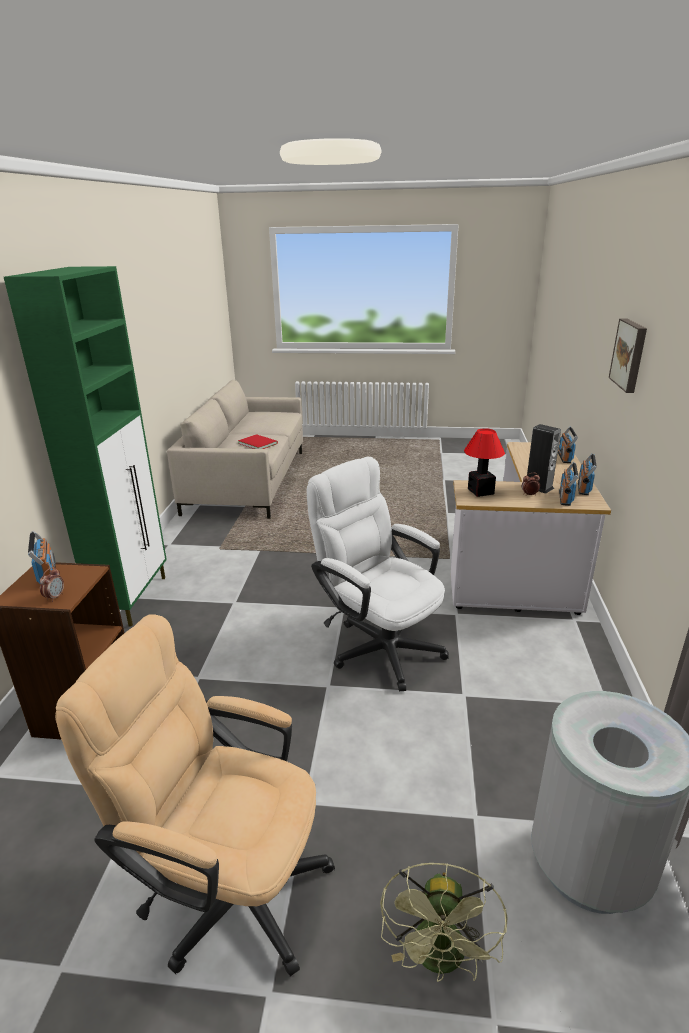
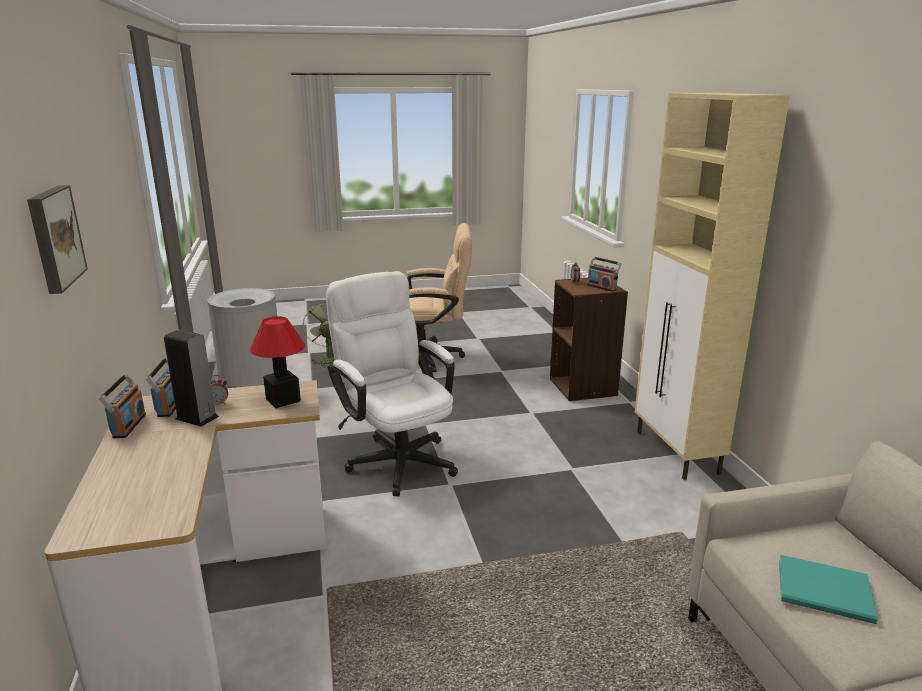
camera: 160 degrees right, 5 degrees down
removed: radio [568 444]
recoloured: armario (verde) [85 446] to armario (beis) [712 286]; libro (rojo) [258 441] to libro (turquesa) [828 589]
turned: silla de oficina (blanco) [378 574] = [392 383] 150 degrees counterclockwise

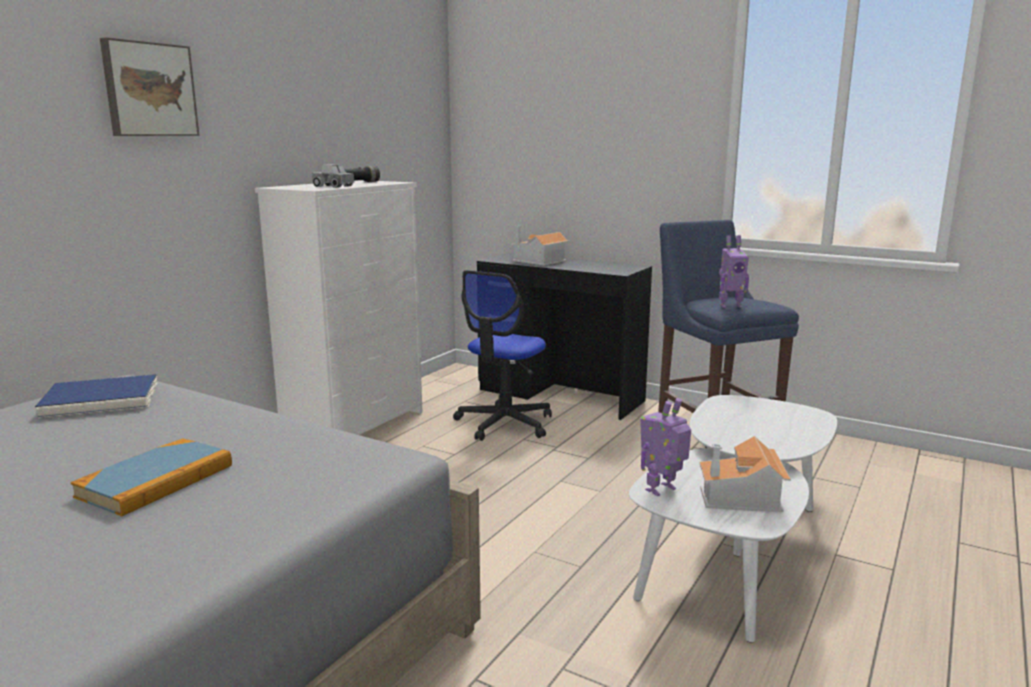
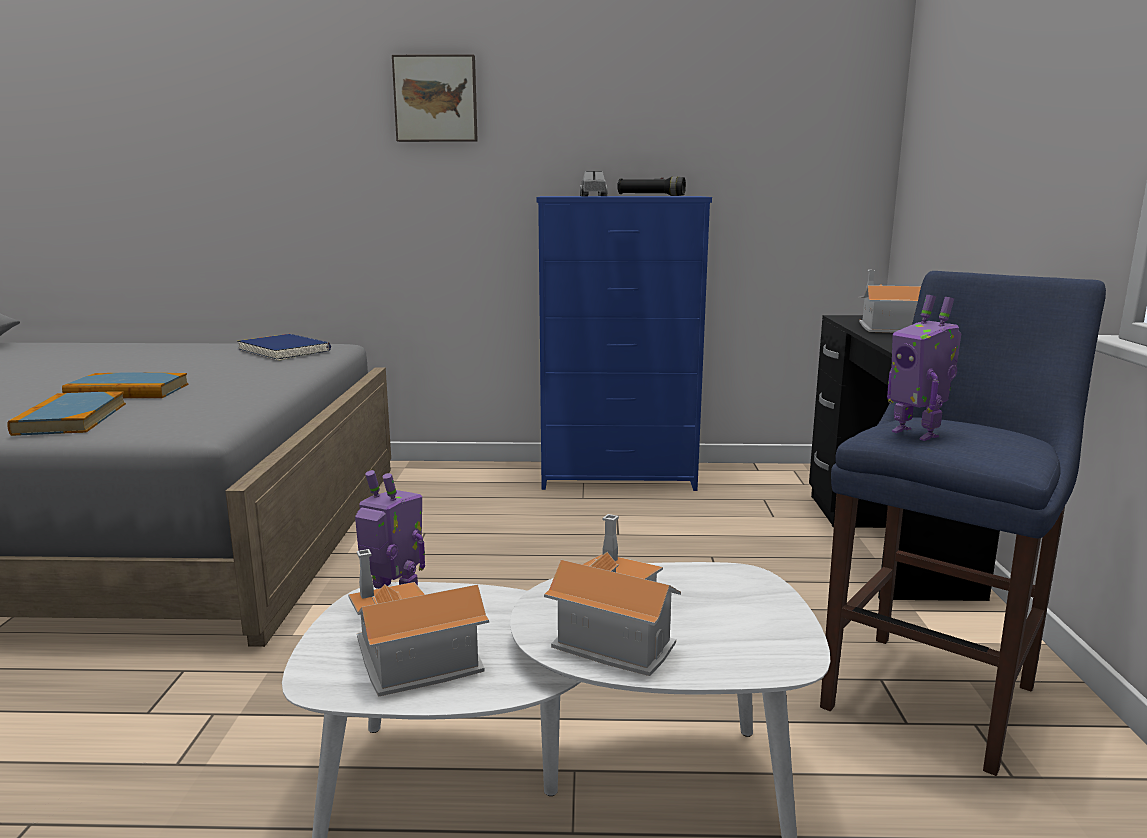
camera: 60 degrees right, 0 degrees up
removed: silla de oficina [502 355]
added: libro [66 413]; casita [612 595]
recoloured: cómoda (blanco) [339 307] to cómoda (azul) [624 343]

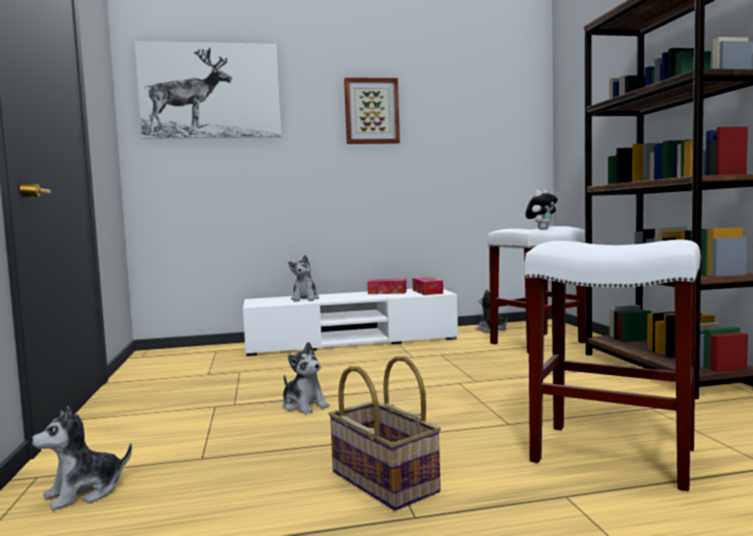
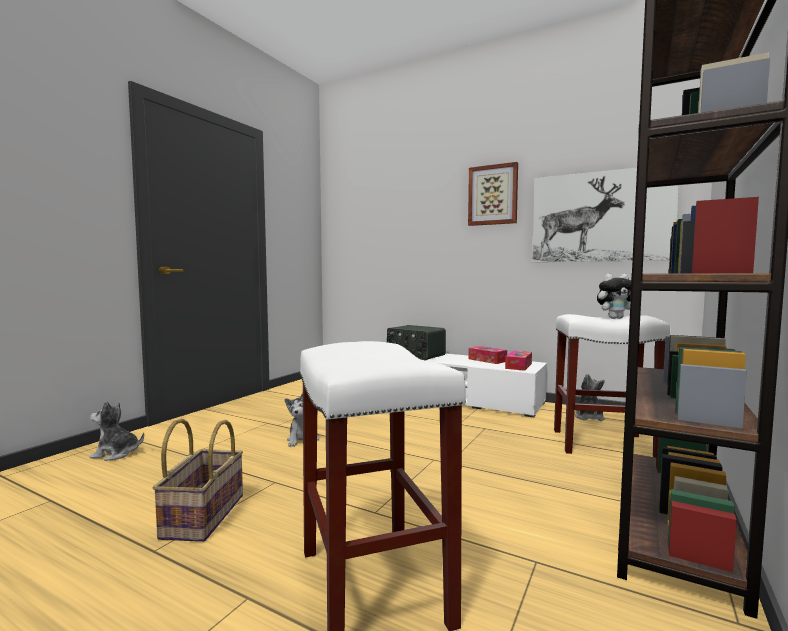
camera: 40 degrees right, 0 degrees up
moved: cuadro [208 90] to [605 215]
replaced: peluche [303 278] to radio [416 342]

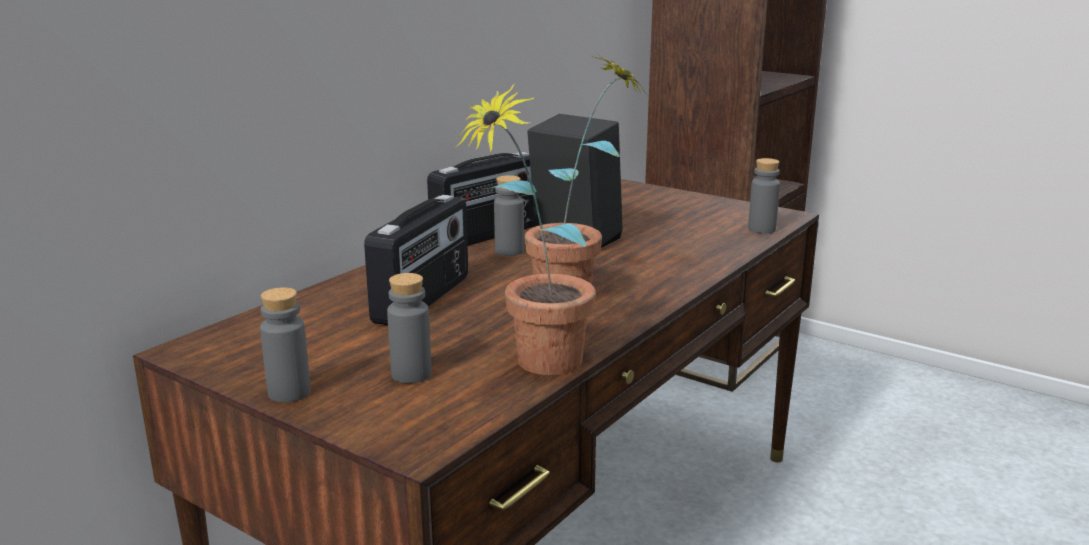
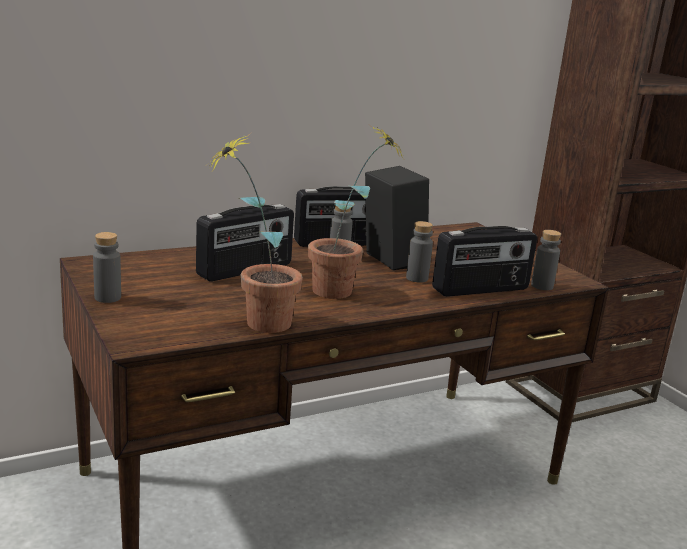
camera: 25 degrees right, 0 degrees up
added: radio [484 261]
moved: botella (gris) [409 328] to [419 252]

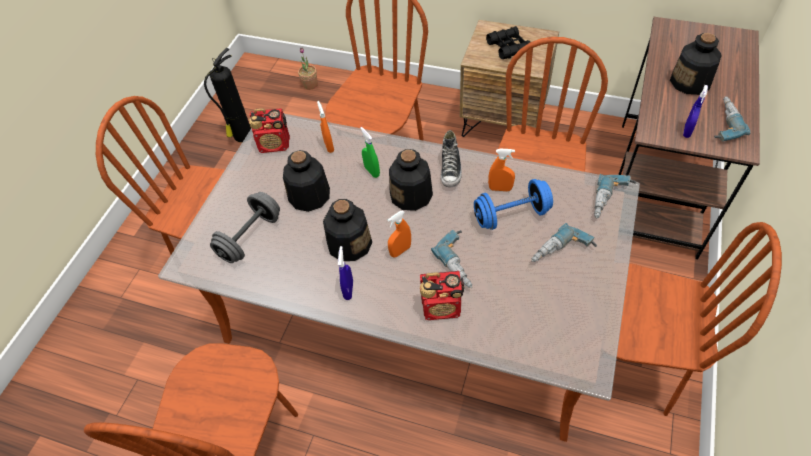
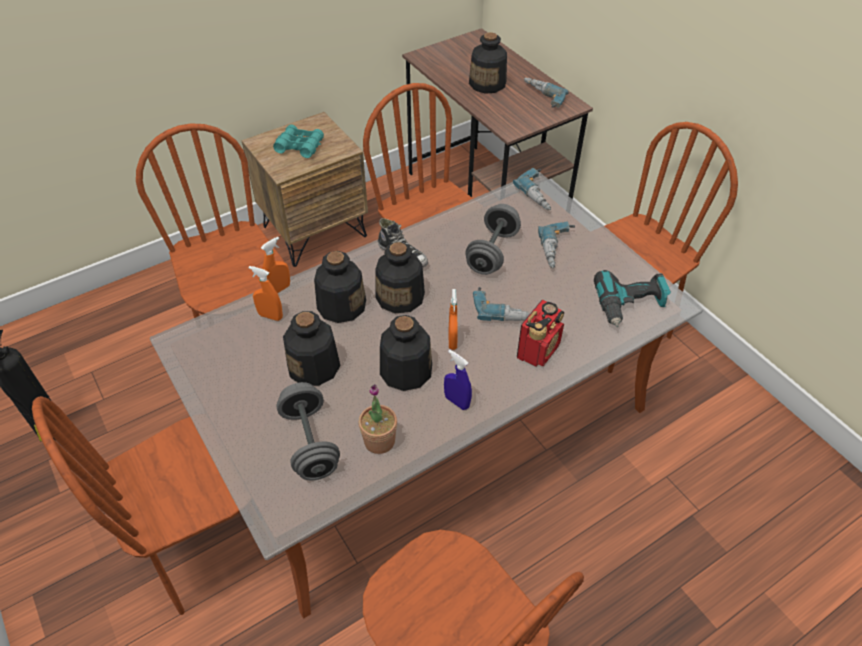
camera: 55 degrees left, 5 degrees down
removed: radio [269 130]; pulverizador (azul) [695 111]
added: taladro [632 299]
moved: planta en maceta [308 69] to [378 419]; pulverizador (naranja) [501 170] to [275 265]
replaced: pulverizador (verde) [370 152] to botella [340 287]
recoloured: mancuerna (azul) [513 204] to mancuerna (gris) [493 239]; prismáticos (negro) [508 42] to prismáticos (turquesa) [298 141]

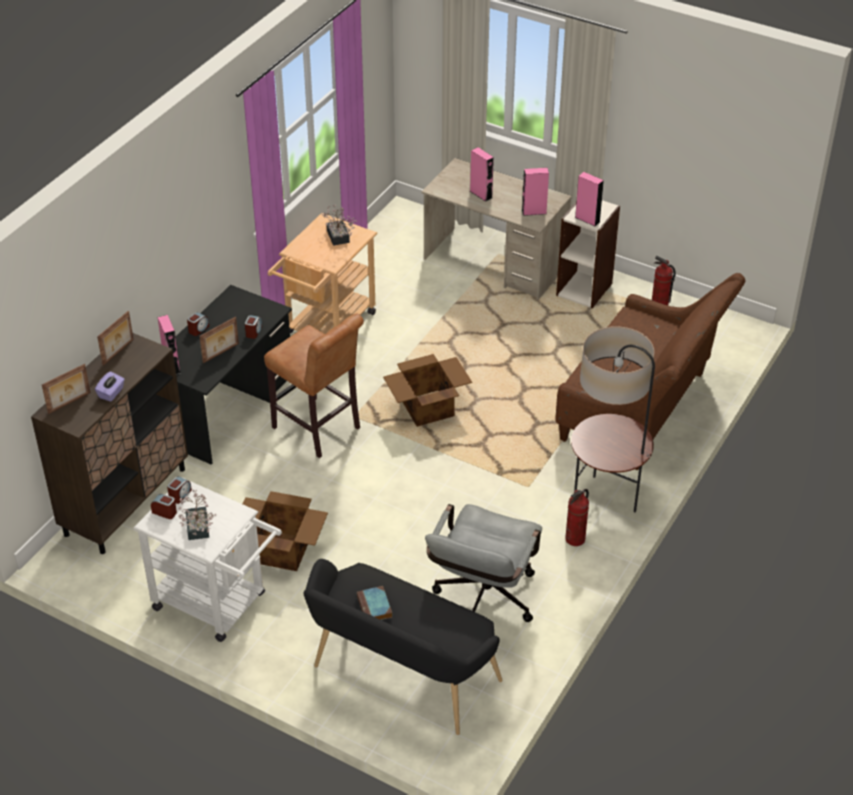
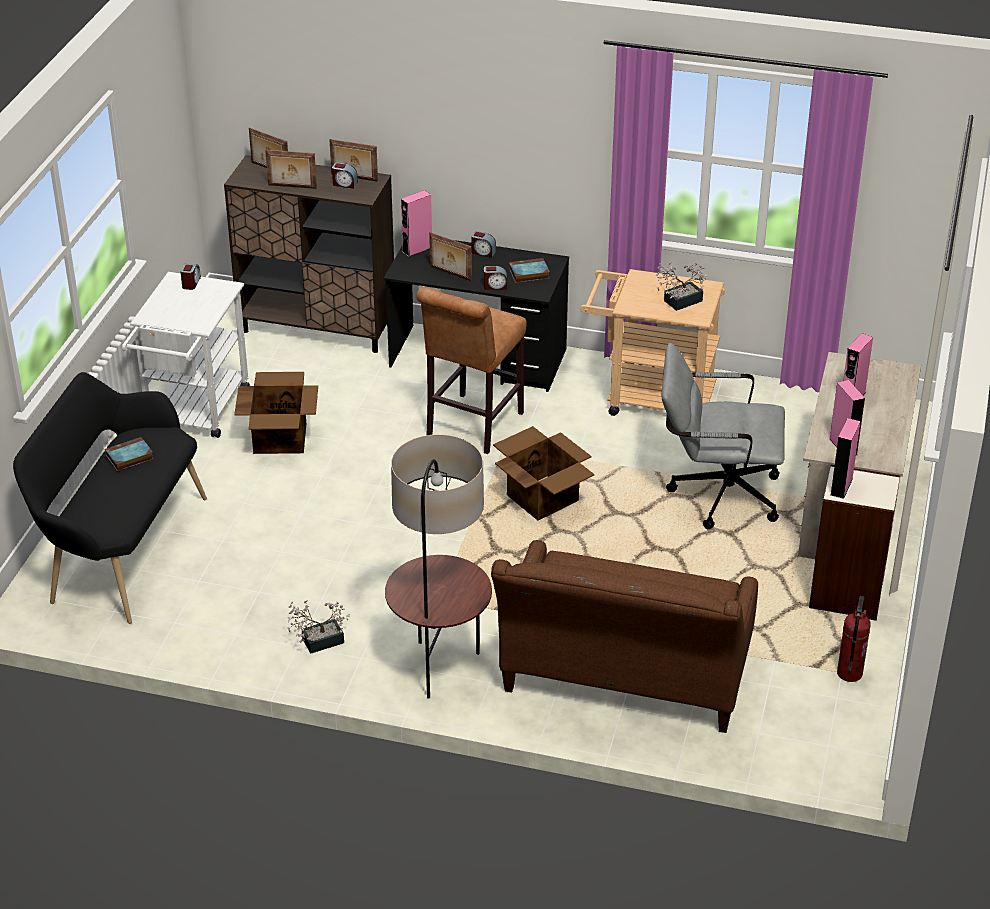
camera: 75 degrees right, 5 degrees down
removed: extintor [577 517]
added: libro [529 270]
moved: despertador [179 490] to [345 176]; planta en maceta [197 514] to [318 627]; silla de oficina (gris) [483 563] to [723 436]
replaced: caja de pañuelos (morado) [110 386] to portarretratos [291 169]

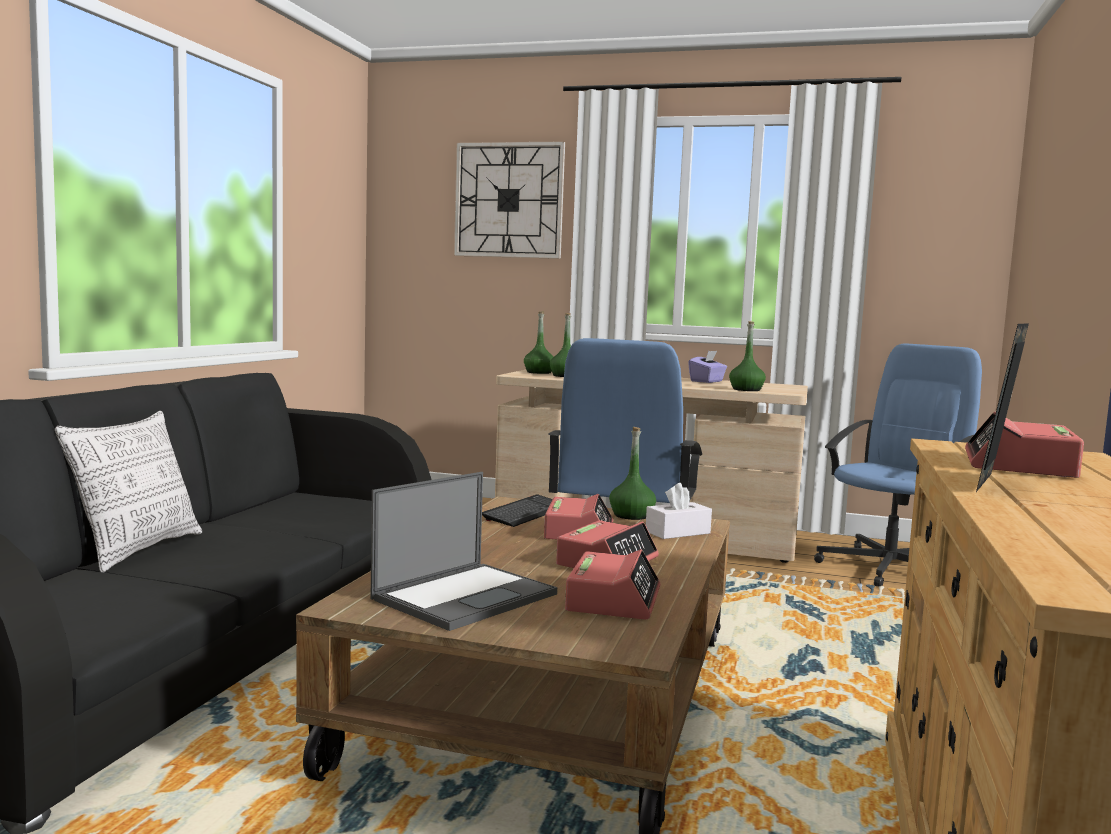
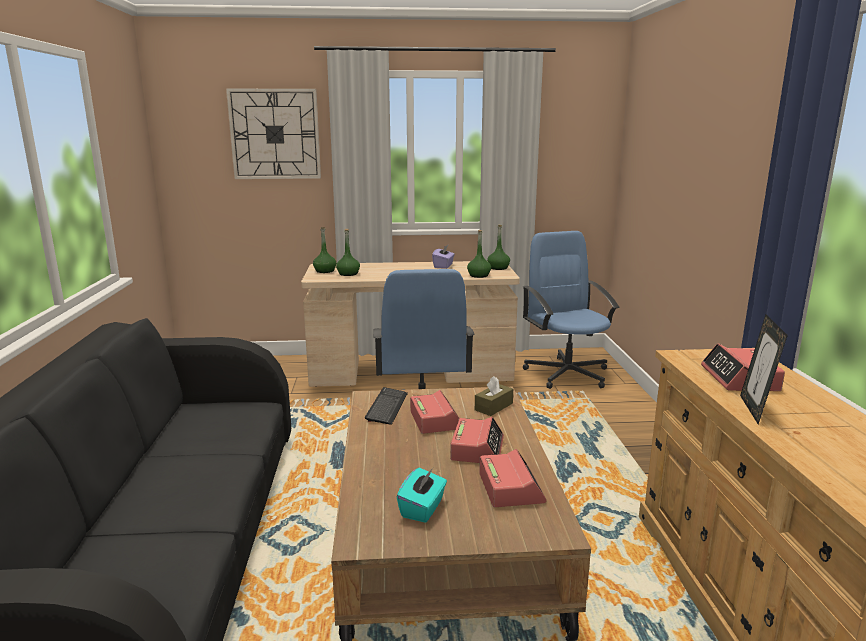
camera: 20 degrees left, 10 degrees up
removed: cojín [128 491]
moved: botella (verde) [632 473] to [498 247]
replaced: portátil [464 551] to caja de pañuelos (turquesa) [422 495]
recoloured: caja de pañuelos (blanco) [679 511] to caja de pañuelos (marrón) [494 396]
turned: silla de oficina (azul) [898 465] = [571 310] 45 degrees counterclockwise

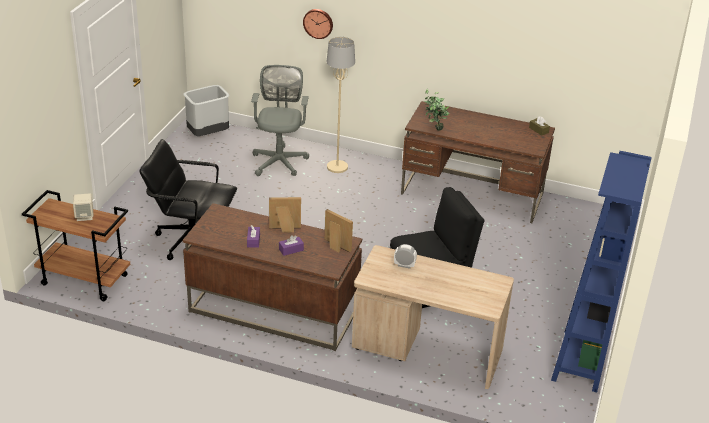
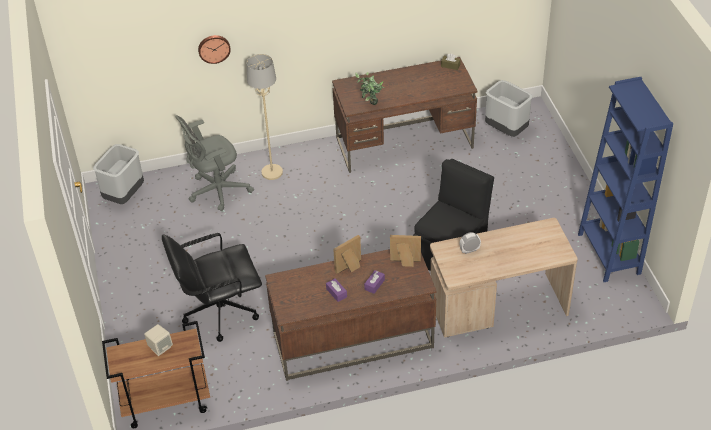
camera: 30 degrees left, 10 degrees up
added: papelera (gris) [509 108]
turned: silla de oficina (gris) [280 120] = [214 163] 90 degrees counterclockwise

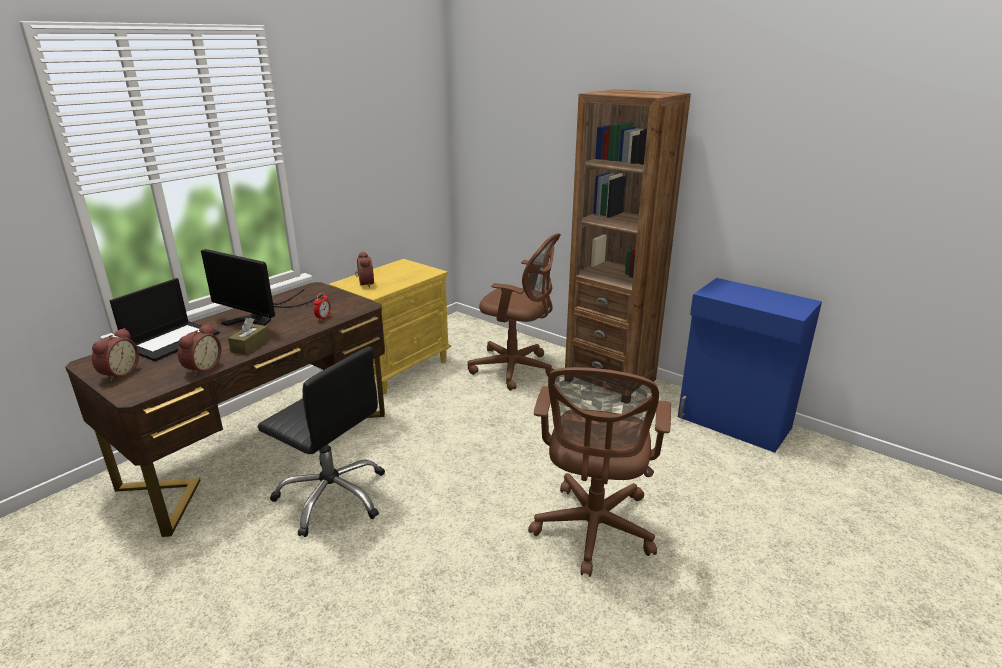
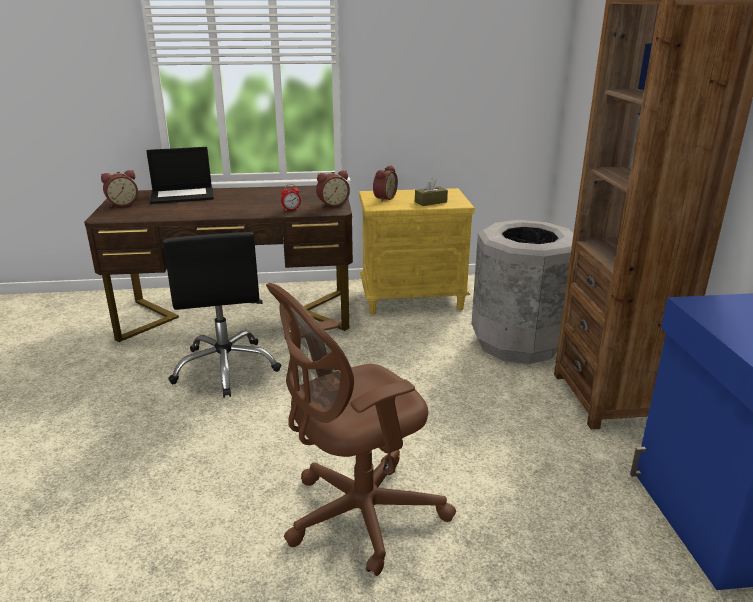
camera: 45 degrees right, 0 degrees up
removed: monitor [262 287]
moved: despertador [199 350] to [333 189]; caja de pañuelos (marrón) [248 336] to [431 192]
replaced: silla de oficina (marrón) [514 312] to papelera (gris) [522 292]

